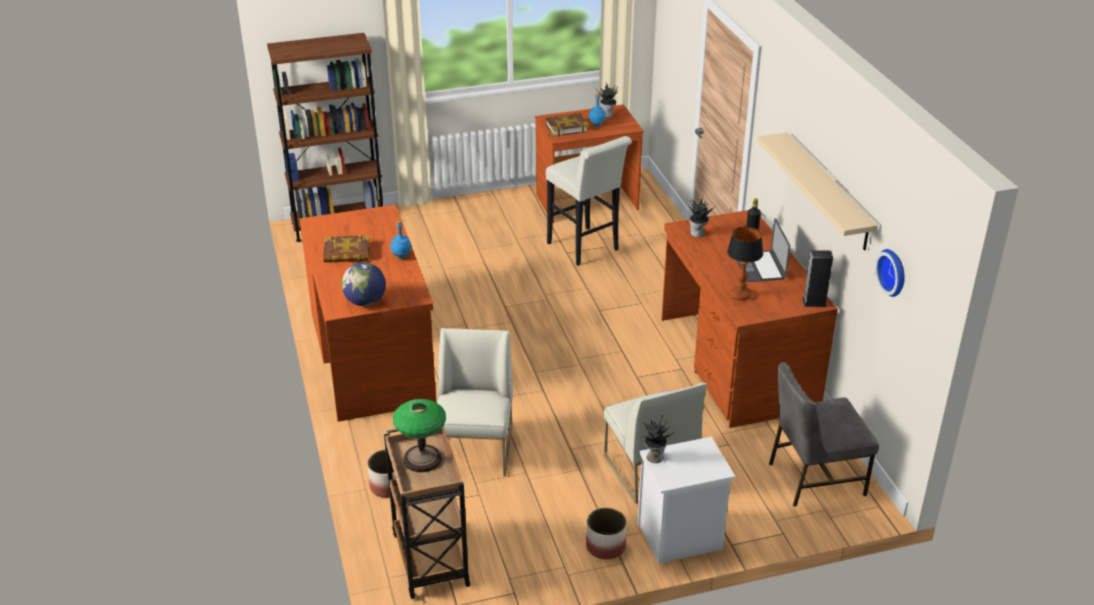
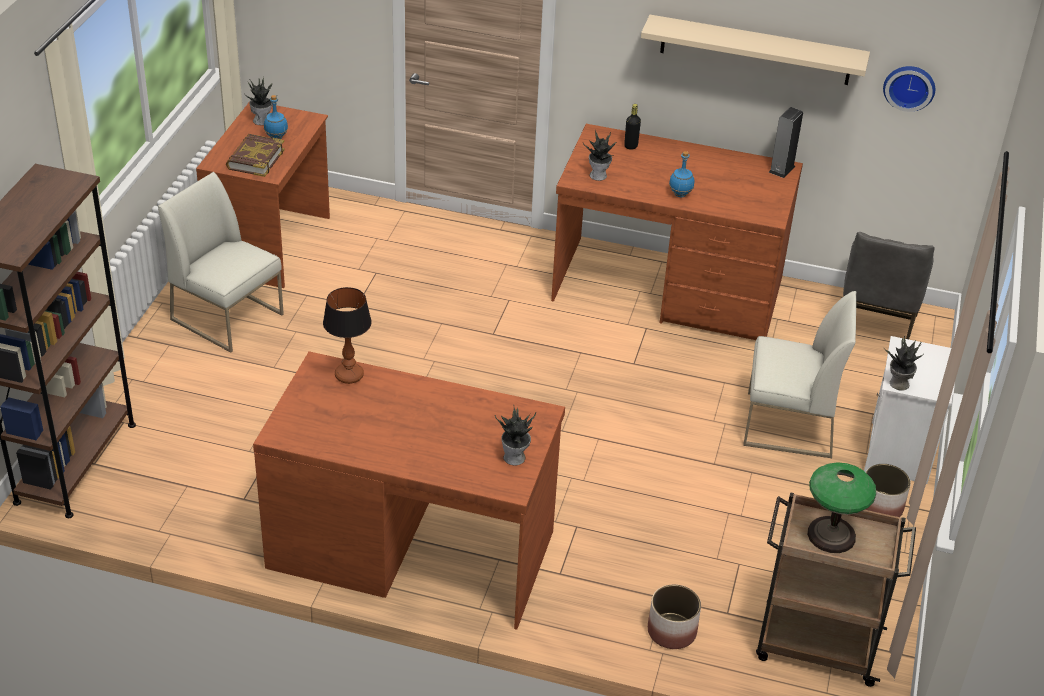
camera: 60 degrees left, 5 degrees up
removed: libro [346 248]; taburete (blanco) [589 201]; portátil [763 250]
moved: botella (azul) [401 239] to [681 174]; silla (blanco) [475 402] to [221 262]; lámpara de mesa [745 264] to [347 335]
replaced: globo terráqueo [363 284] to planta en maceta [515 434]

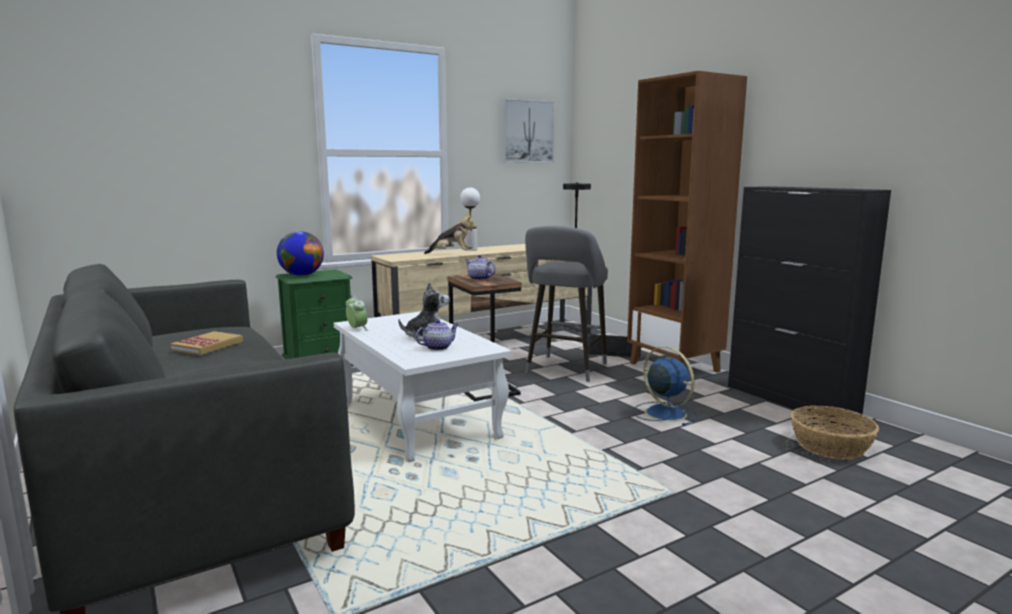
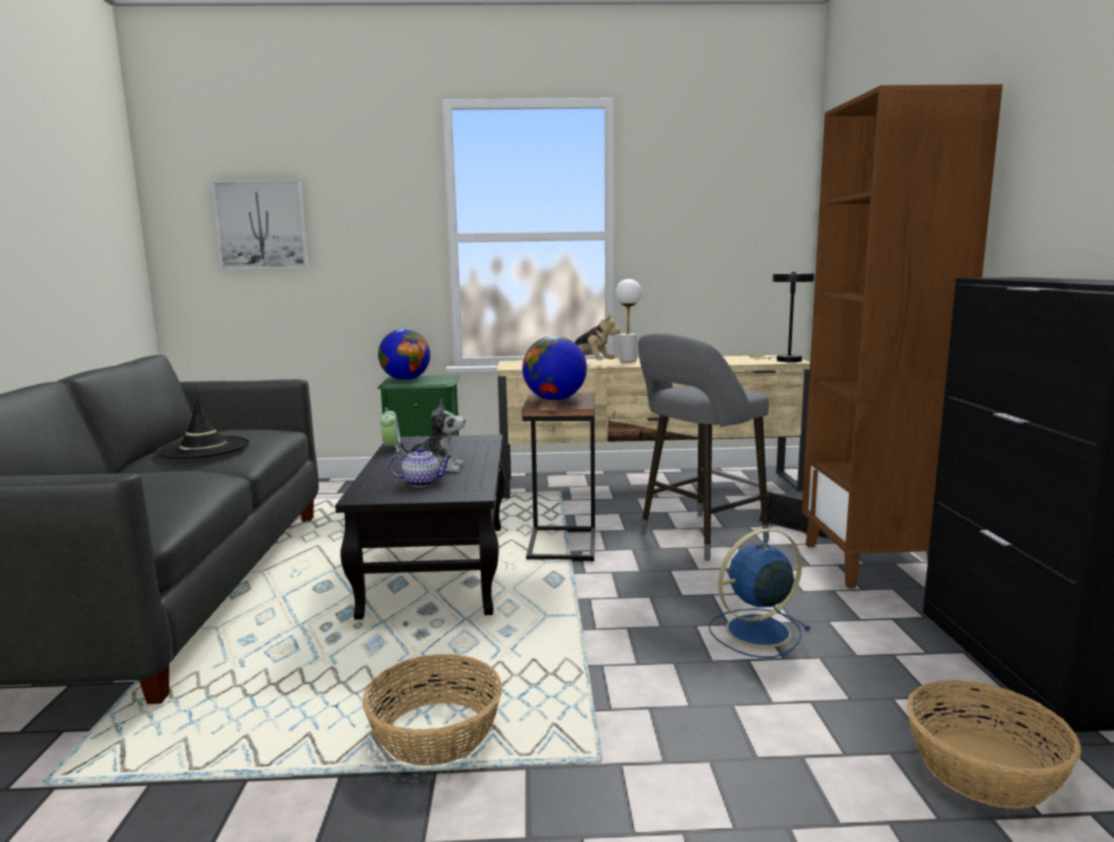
camera: 30 degrees right, 0 degrees up
added: cesta [432 710]
moved: cuadro [528 130] to [259 224]
replaced: libro [206 343] to sombrero (negro) [202 428]; tetera [480 267] to globo terráqueo [554 368]
recoloured: mesa de centro (blanco) [423 386] to mesa de centro (negro) [420 527]
turned: ventilador (azul) [665 386] = [760 593] 105 degrees counterclockwise

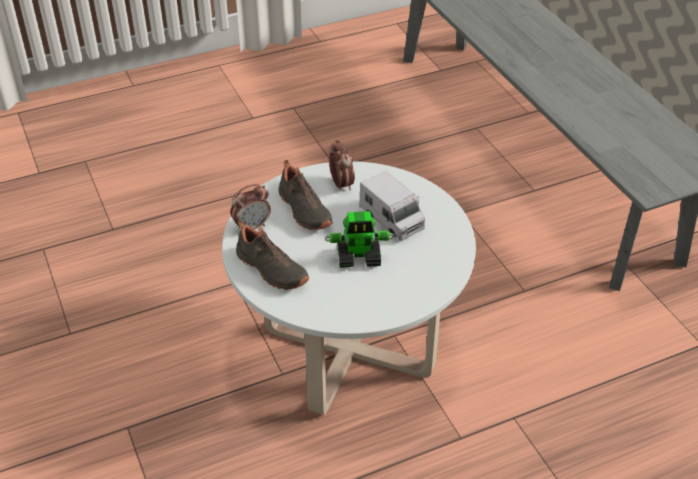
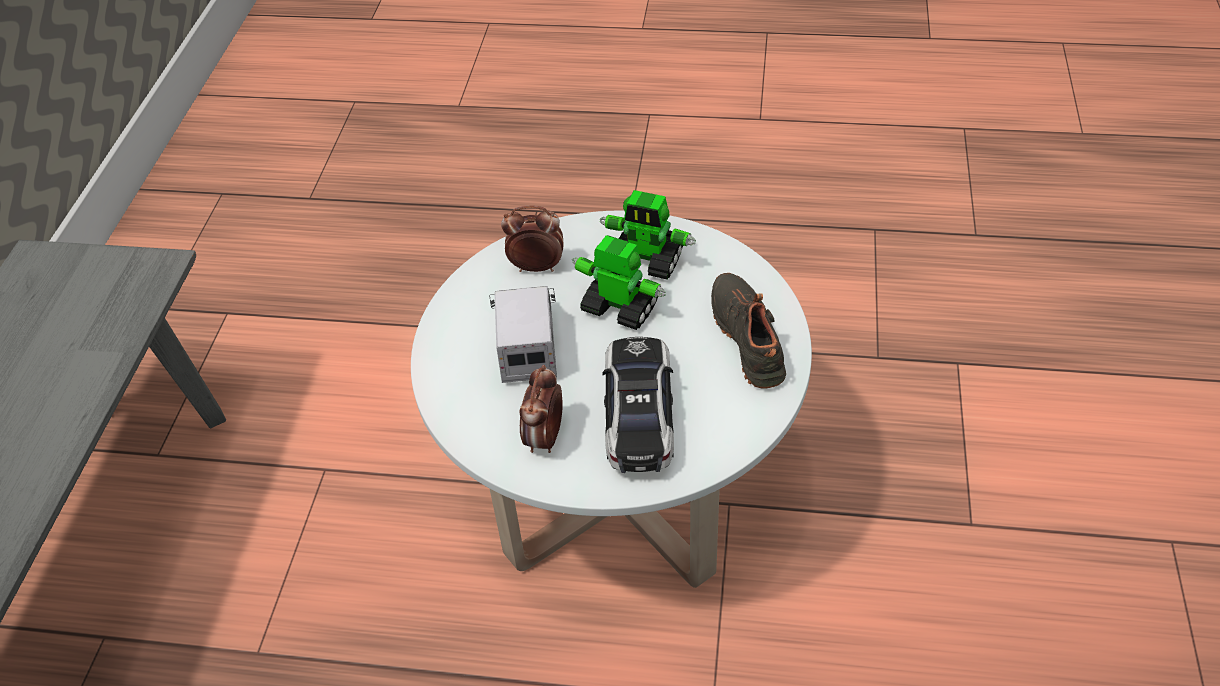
camera: 145 degrees left, 5 degrees up
added: robot de juguete [648 235]
moved: despertador [250 206] to [532 239]
replaced: zapato (negro) [305 195] to coche de juguete [638 405]

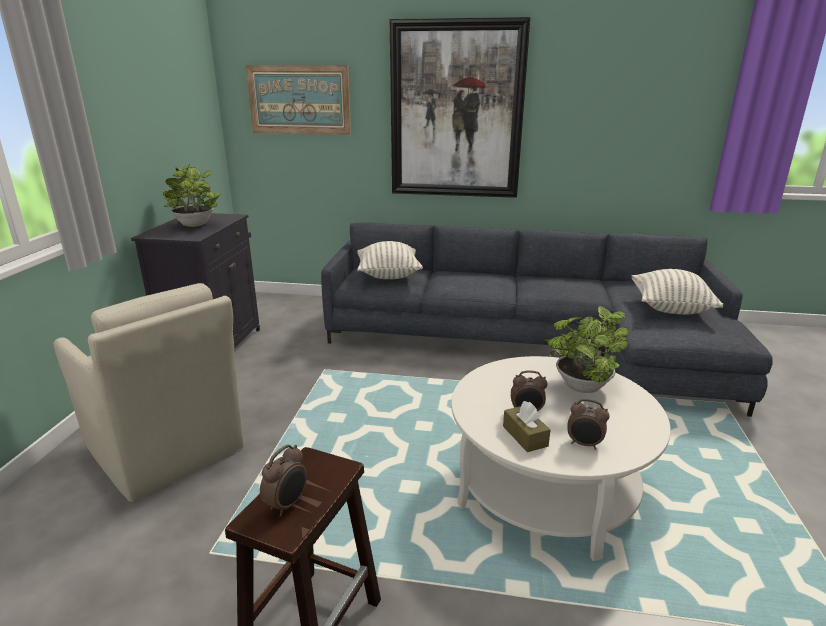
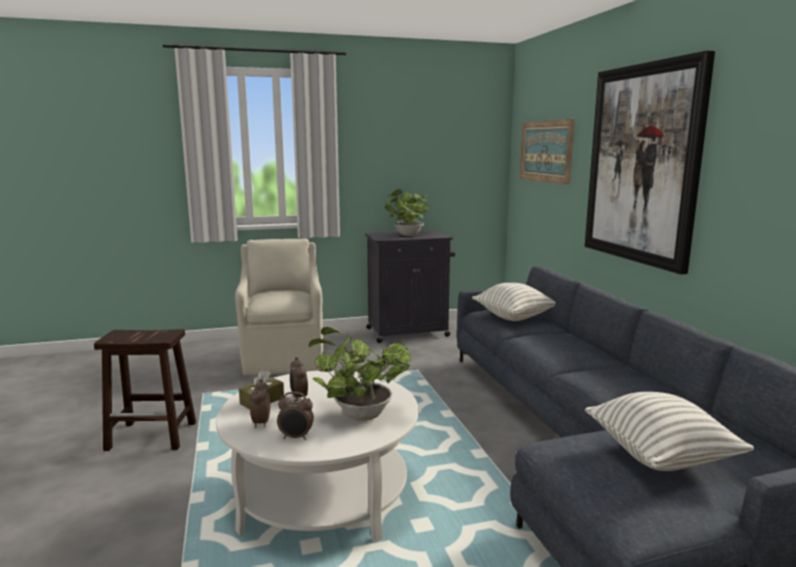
camera: 65 degrees right, 10 degrees down
moved: despertador [283 480] to [295 416]
turned: sillón (beis) [149 392] = [279 307] 150 degrees clockwise

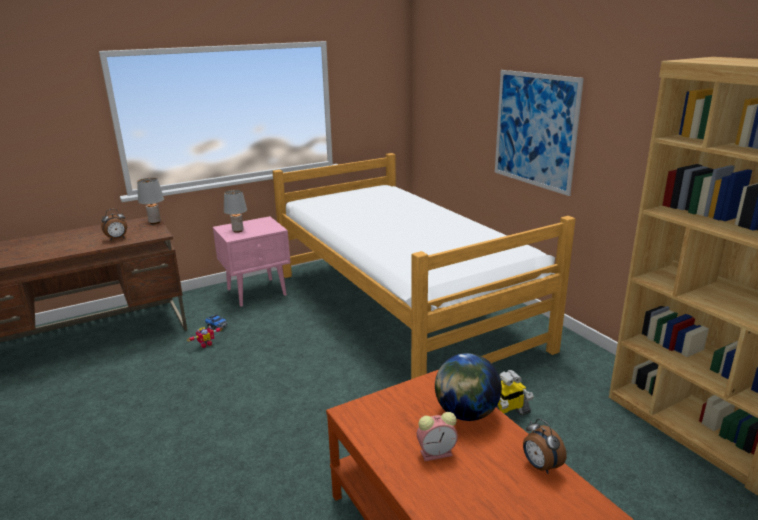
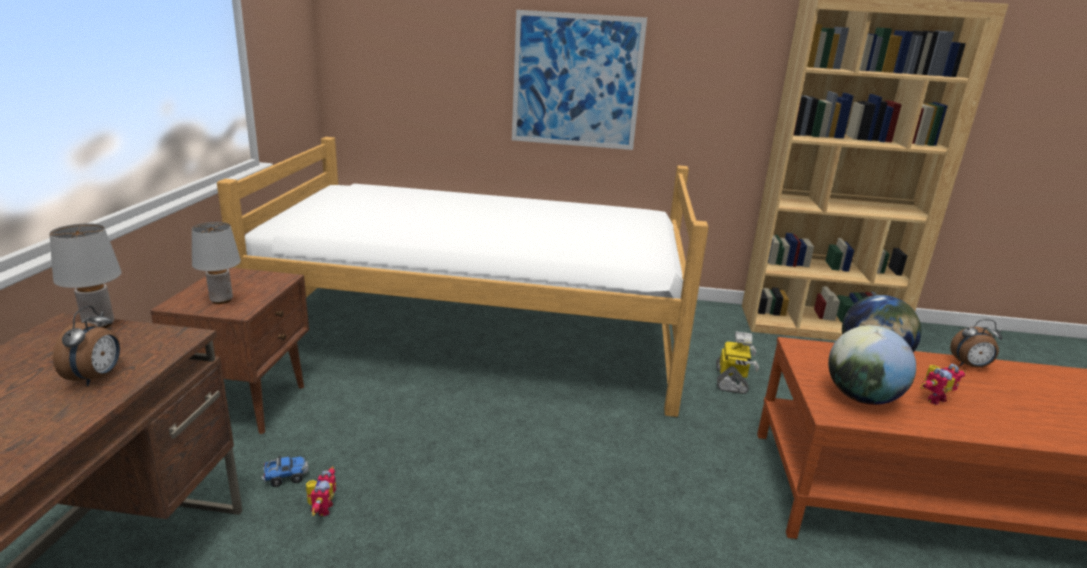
camera: 55 degrees left, 0 degrees up
added: globo terráqueo [872 365]
replaced: despertador [437 436] to robot de juguete [943 384]
recoloured: mesita de noche (rosa) [252 261] to mesita de noche (marrón) [229 351]

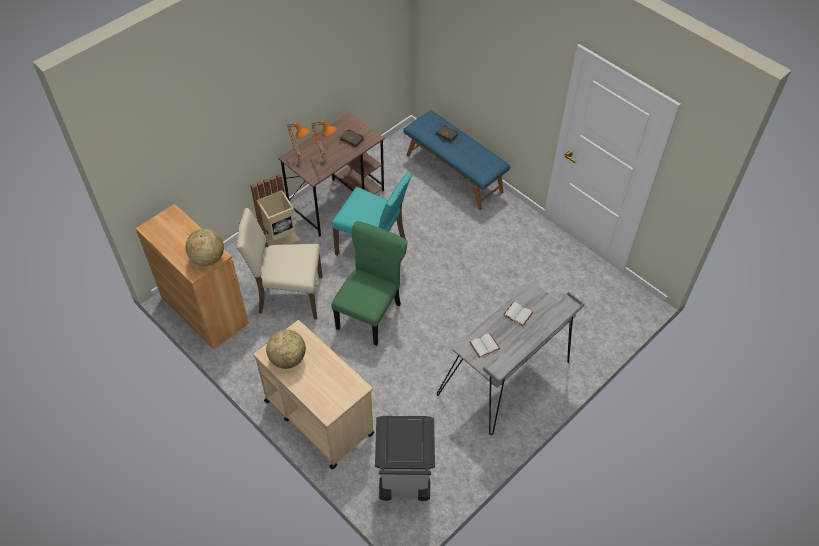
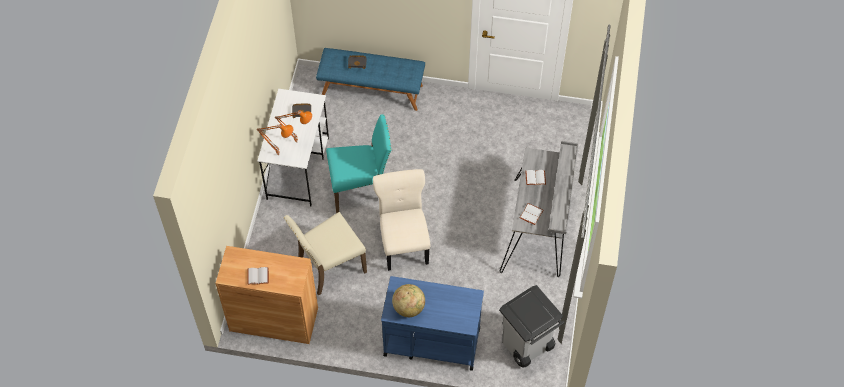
camera: 35 degrees left, 5 degrees up
removed: globo terráqueo [204 247]; papelera (beis) [274 210]
added: libro (blanco) [258 276]
recoloured: carrito (beis) [313 394] to carrito (azul) [432 323]; escritorio (marrón) [331 174] to escritorio (blanco) [293 148]; silla (verde) [369 283] to silla (beis) [401 220]

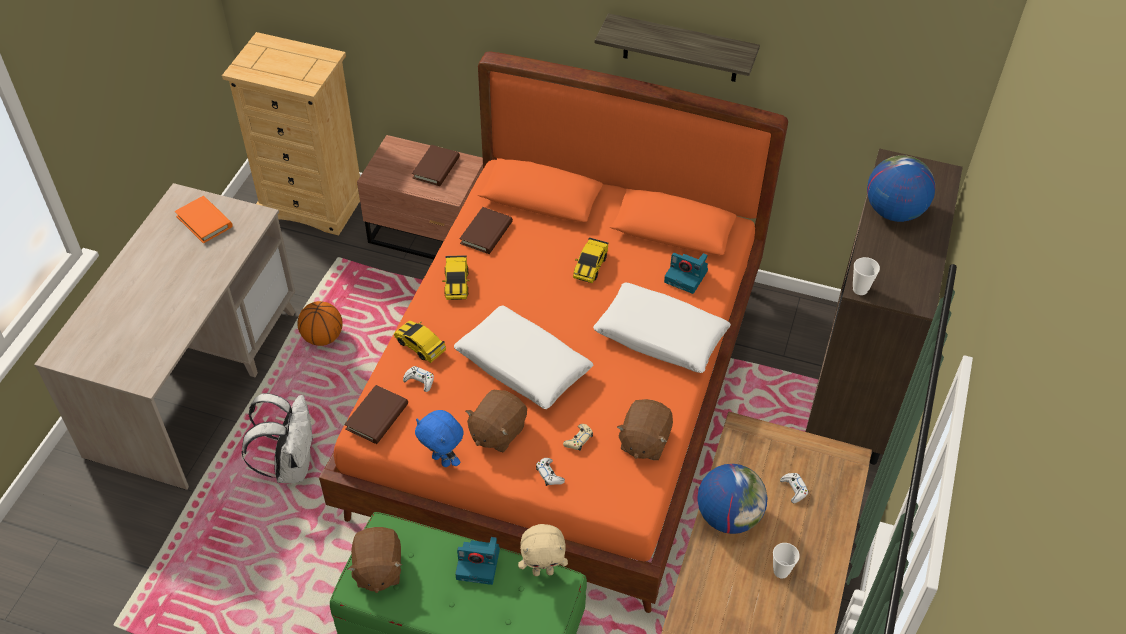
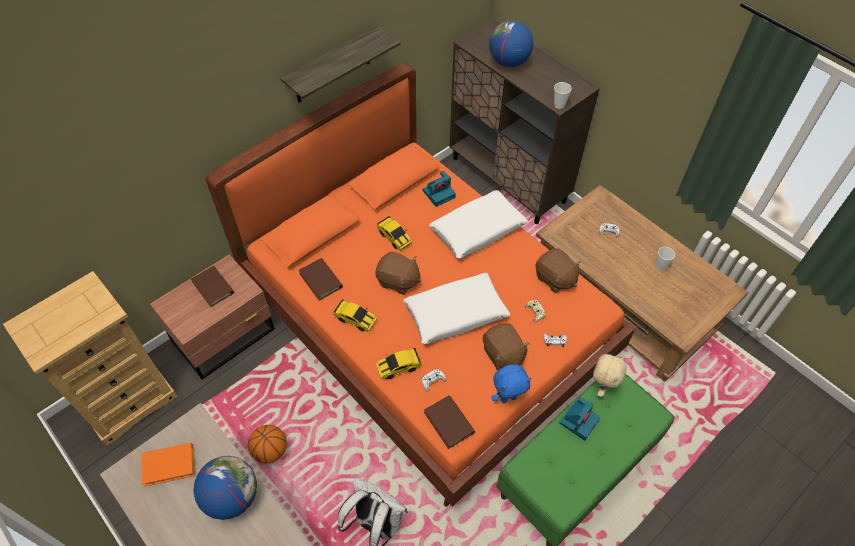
camera: 60 degrees left, 5 degrees up
moved: peluche (marrón) [374 560] to [398 273]; globo terráqueo [732 499] to [225 488]

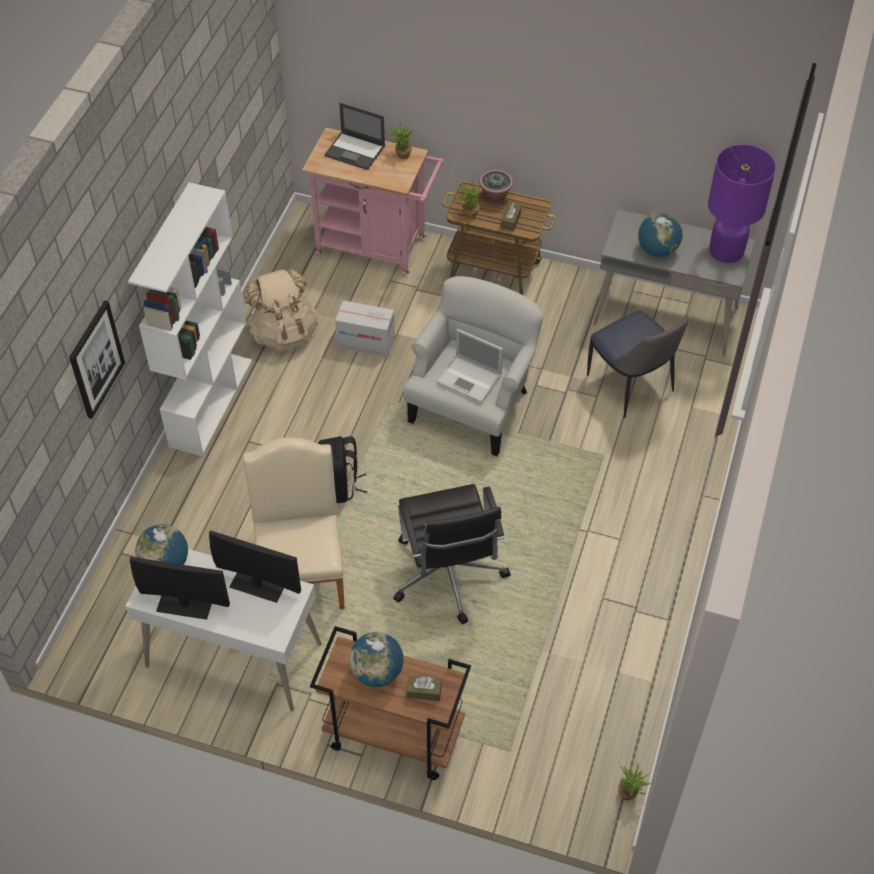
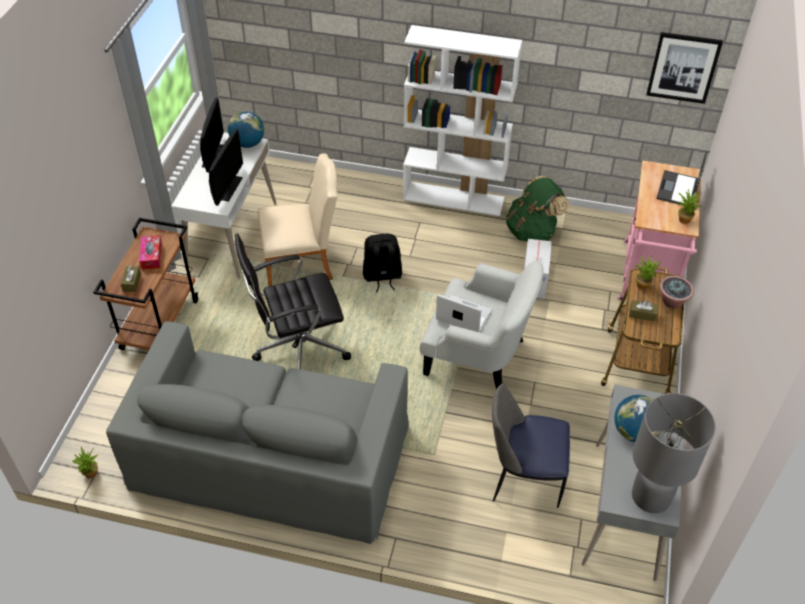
camera: 85 degrees right, 5 degrees down
added: sofá (gris) [257 432]
moved: cuadro [97 359] to [684 68]
replaced: globo terráqueo [376 659] to caja de pañuelos [150 252]
recoloured: mochila (beis) [280 310] to mochila (verde) [537 209]; lámpara de mesa (morado) [742 203] to lámpara de mesa (gris) [674 453]
turned: portátil [470 366] = [464 313] 90 degrees clockwise; silla [637 364] = [531 445] 45 degrees clockwise

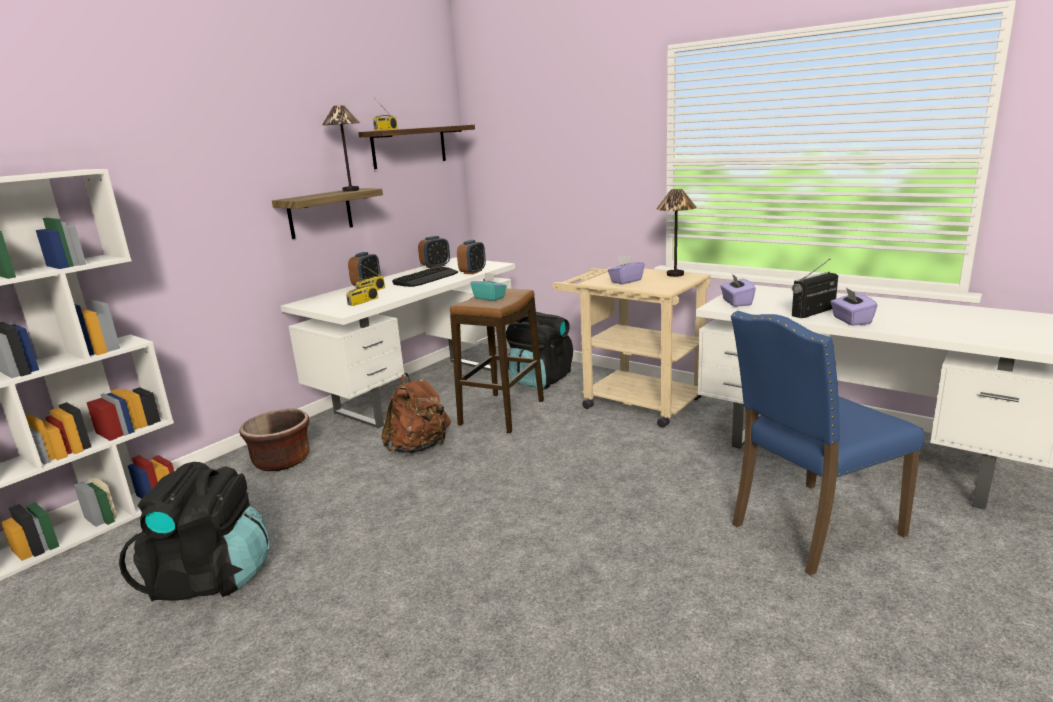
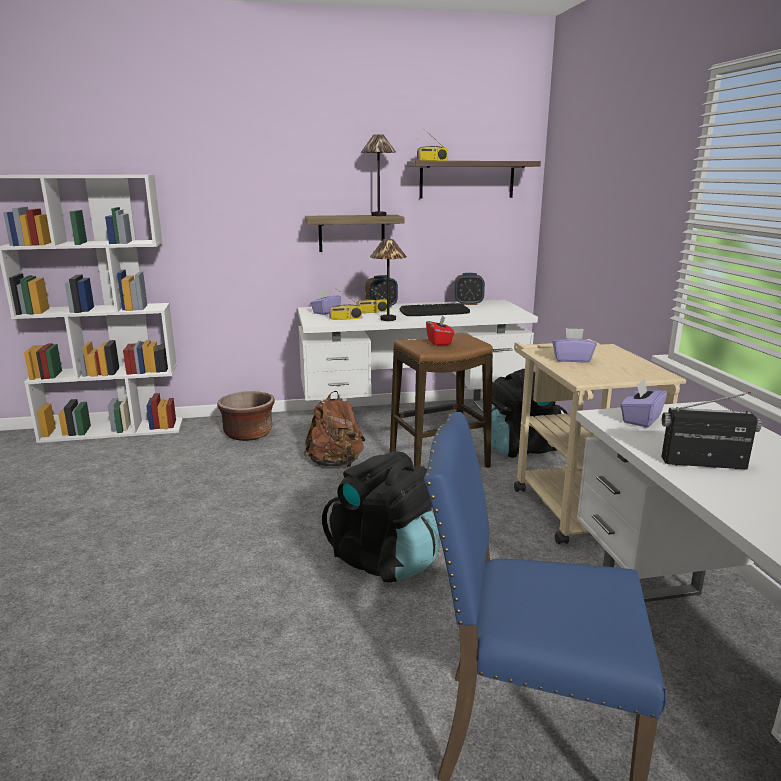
camera: 40 degrees right, 0 degrees up
removed: despertador [471 257]
moved: mochila (negro) [194 531] to [380 517]; lámpara de mesa [676 233] to [388 280]; caja de pañuelos (morado) [854 307] to [325 302]
recoloured: caja de pañuelos (turquesa) [488 286] to caja de pañuelos (rojo) [440 330]

